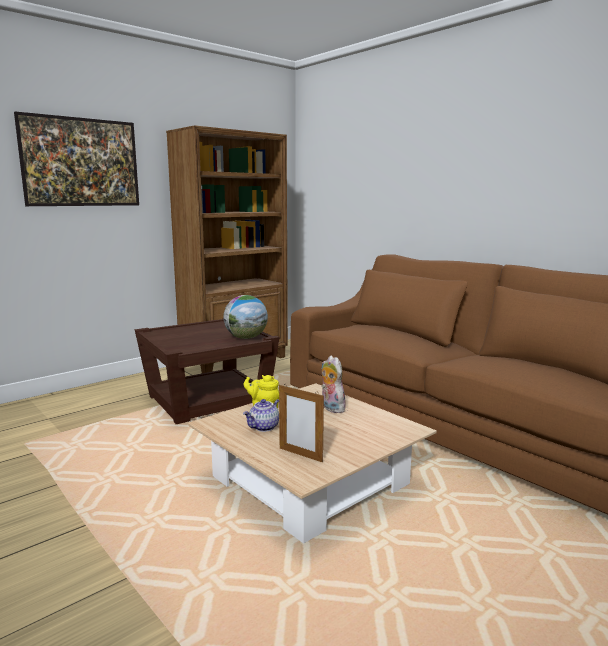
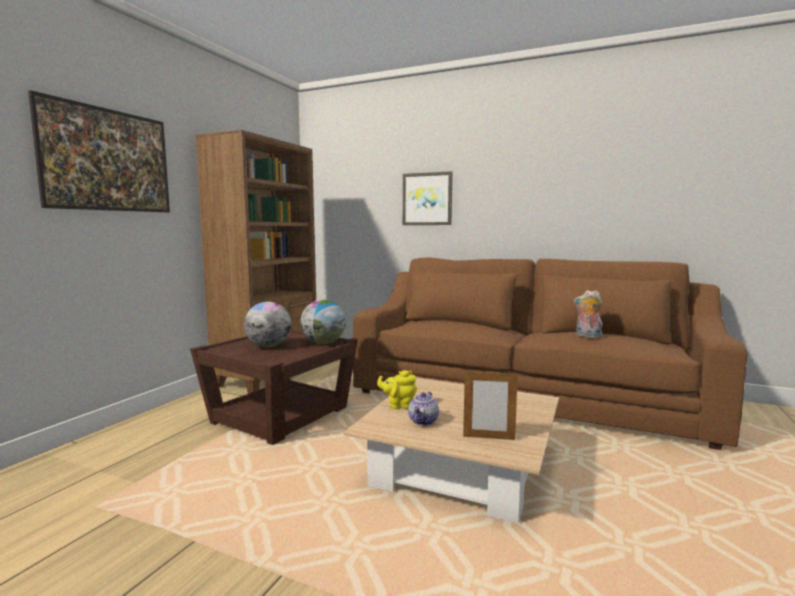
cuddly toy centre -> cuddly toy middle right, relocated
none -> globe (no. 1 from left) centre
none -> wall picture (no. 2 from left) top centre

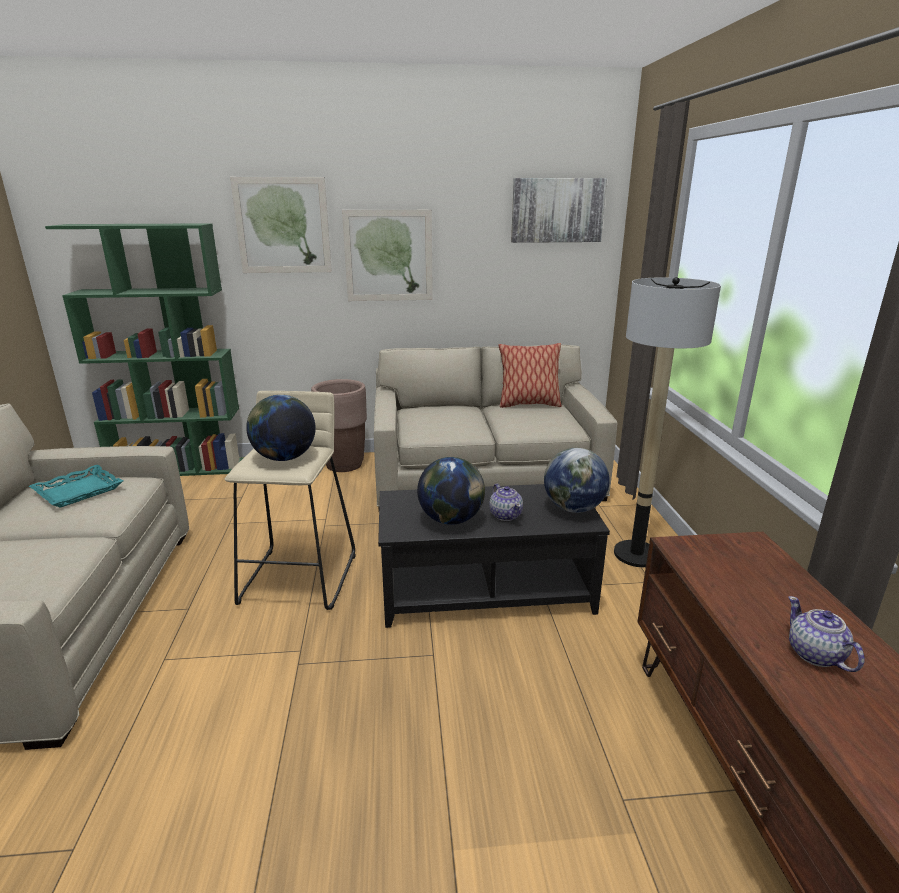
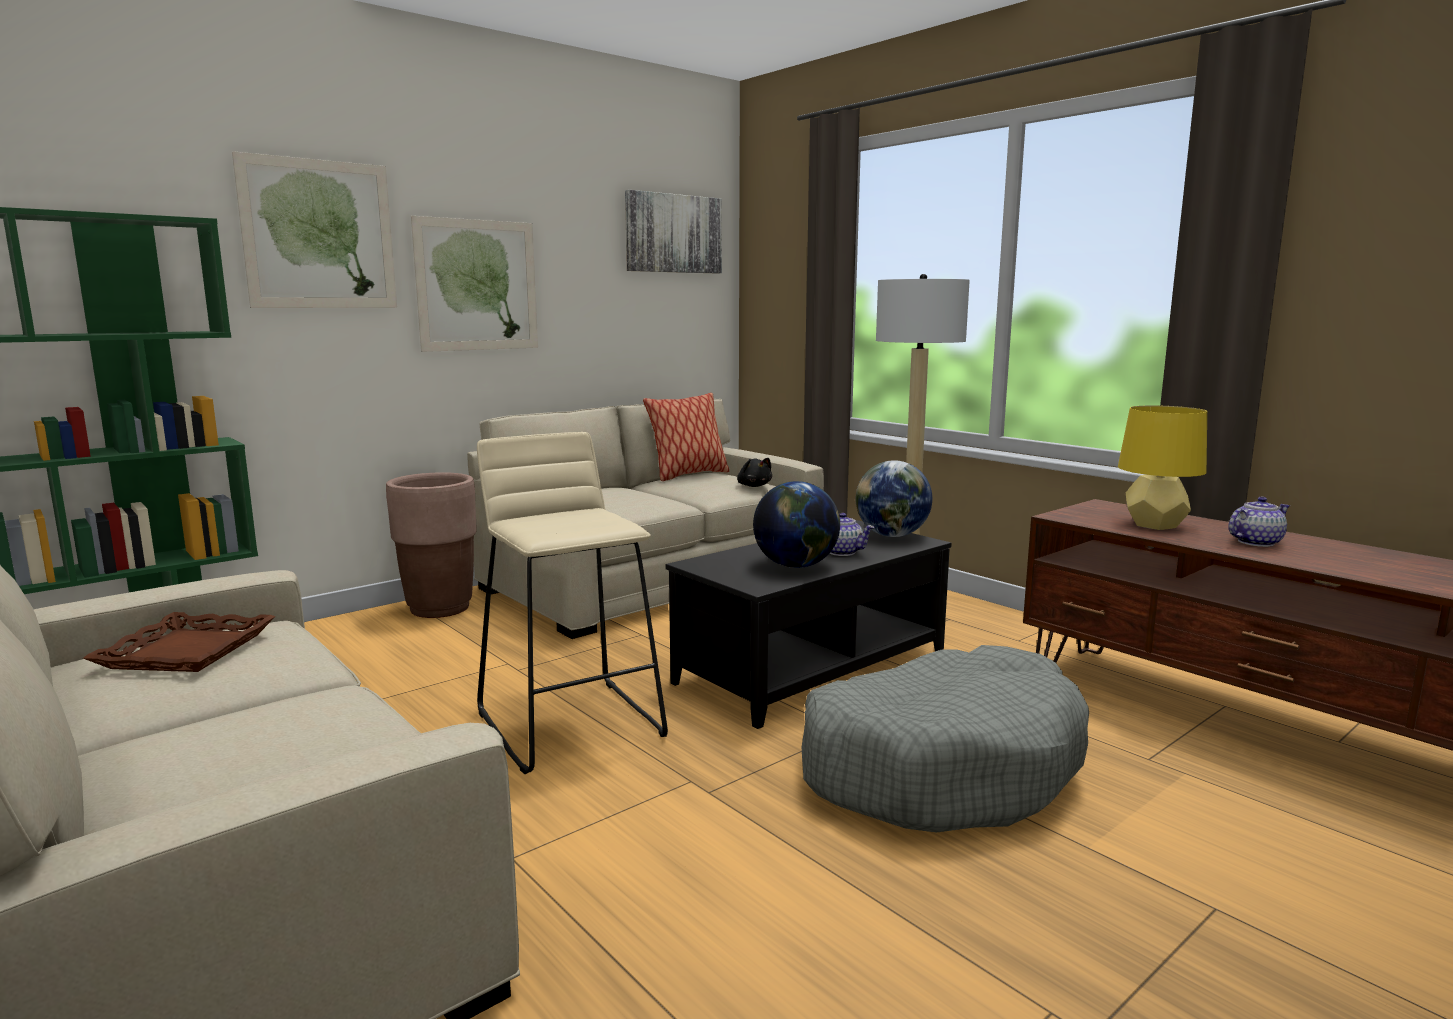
serving tray in blue-green middle left -> serving tray in brown-coloured middle left
globe (no. 1 from left) middle left -> none
pot for tea (no. 2 from left) bottom right -> pot for tea (no. 2 from left) middle right, 120 degrees clockwise
none -> cuddly toy in black centre
none -> dog cushion in grey bottom centre
none -> table lamp in yellowish middle right

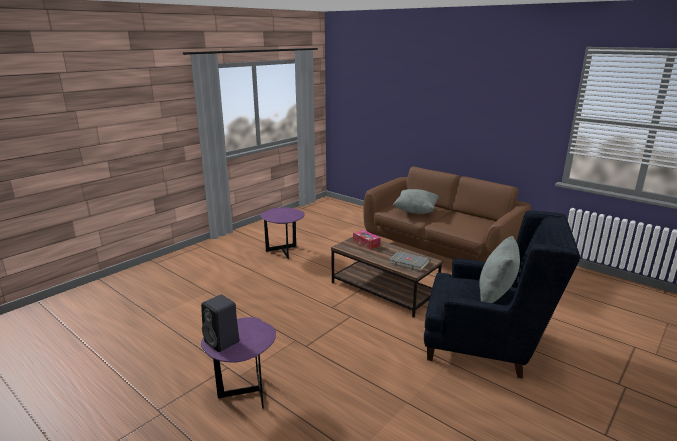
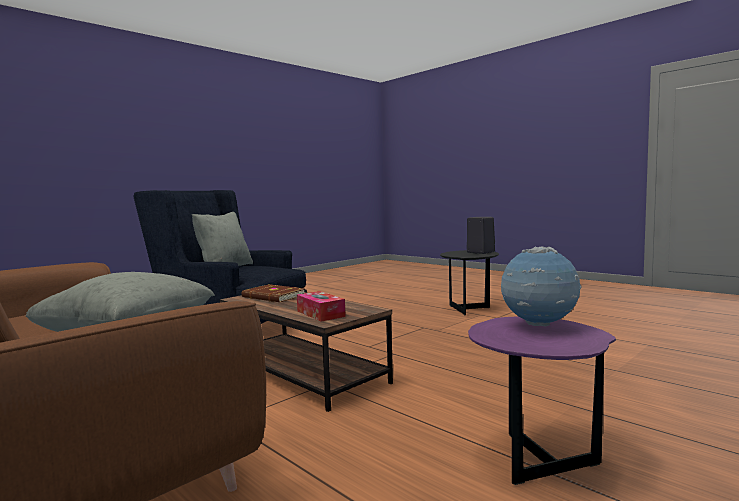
end table in purple (no. 1 from left) bottom centre -> end table in black centre
book in grey centre -> book in brown-coloured centre
none -> globe middle right

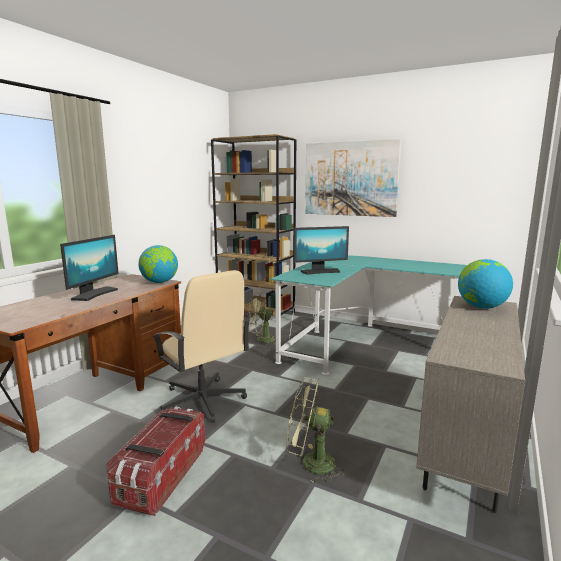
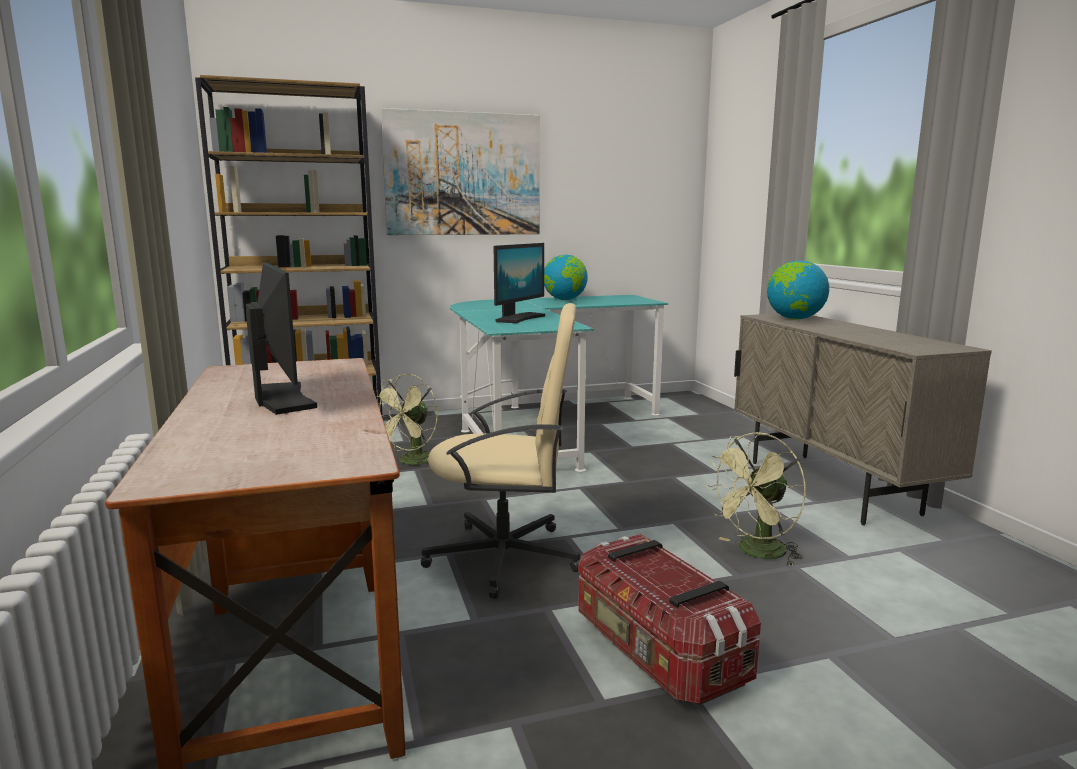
globe (no. 1 from left) middle left -> globe (no. 1 from left) centre, relocated

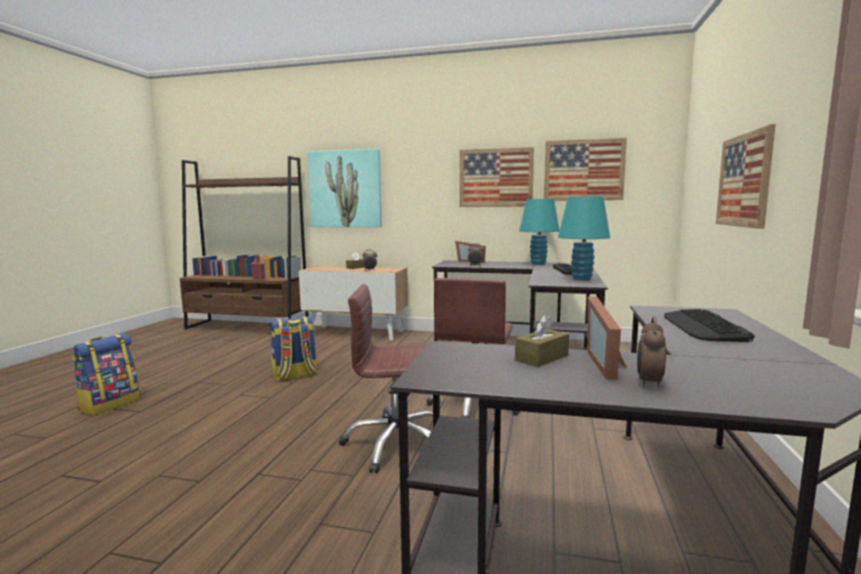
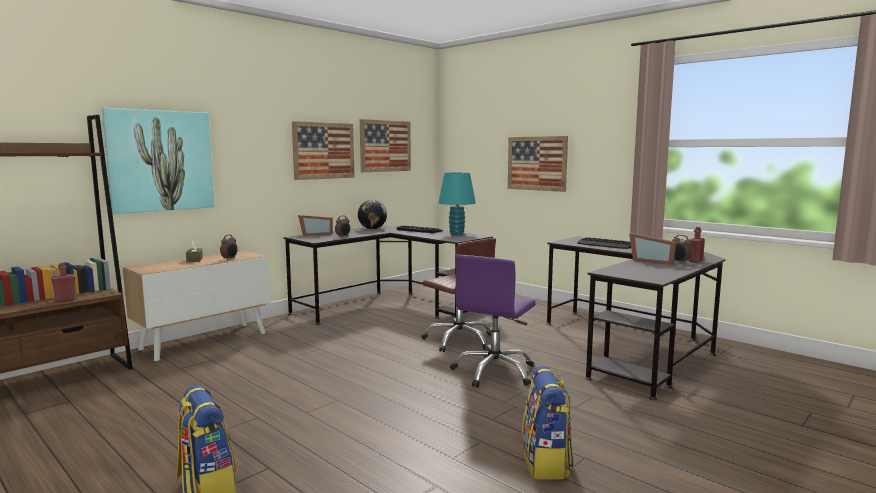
backpack (no. 2 from left) centre -> backpack (no. 2 from left) bottom centre, relocated
computer chair in brown-coloured (no. 1 from left) centre -> computer chair in purple centre
tissue holder in brown-coloured (no. 2 from left) centre -> none
table lamp in blue-green (no. 1 from left) centre -> globe centre
none -> drink bottle in reddish (no. 2 from left) middle right

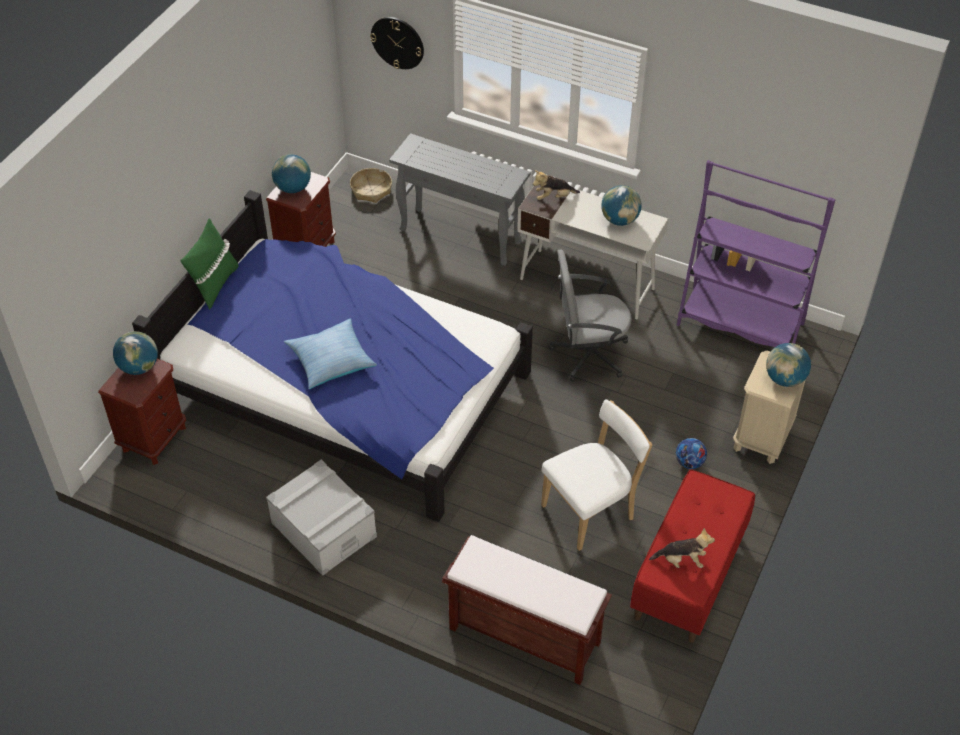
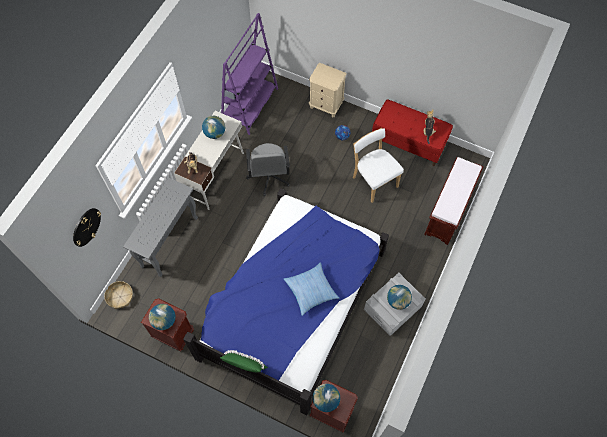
globe (no. 4 from left) middle right -> globe (no. 4 from left) bottom centre, relocated

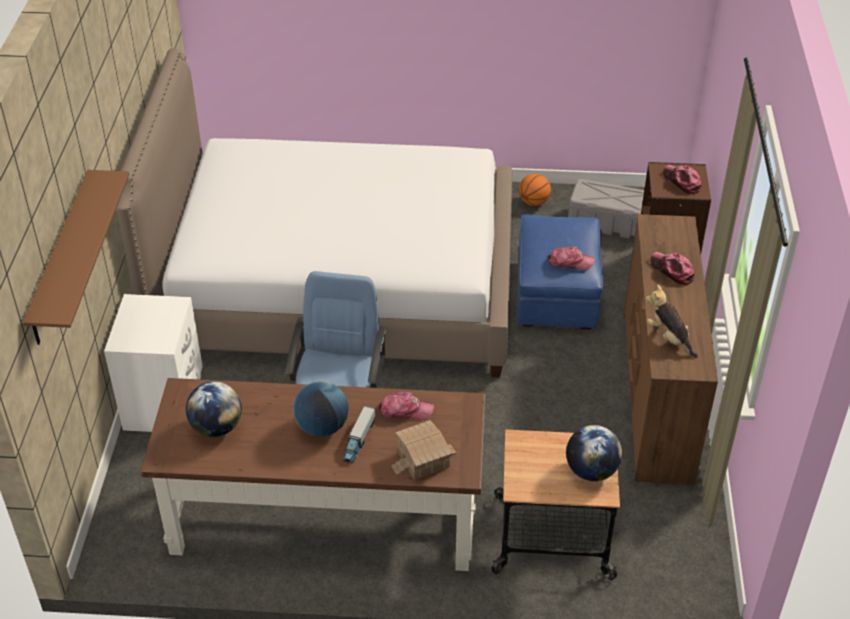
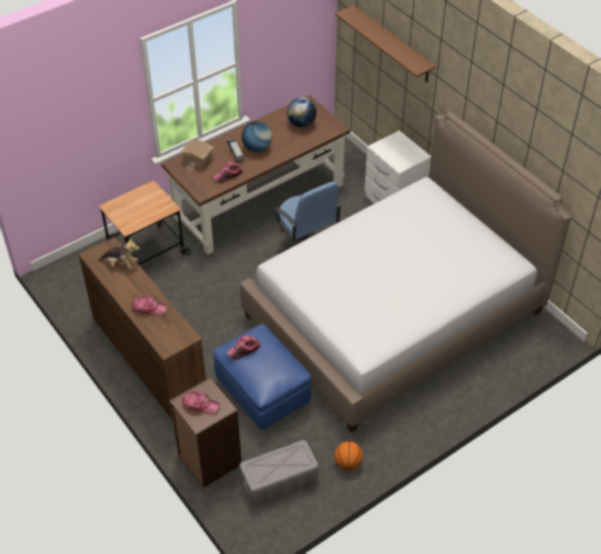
globe (no. 3 from left) bottom right -> none

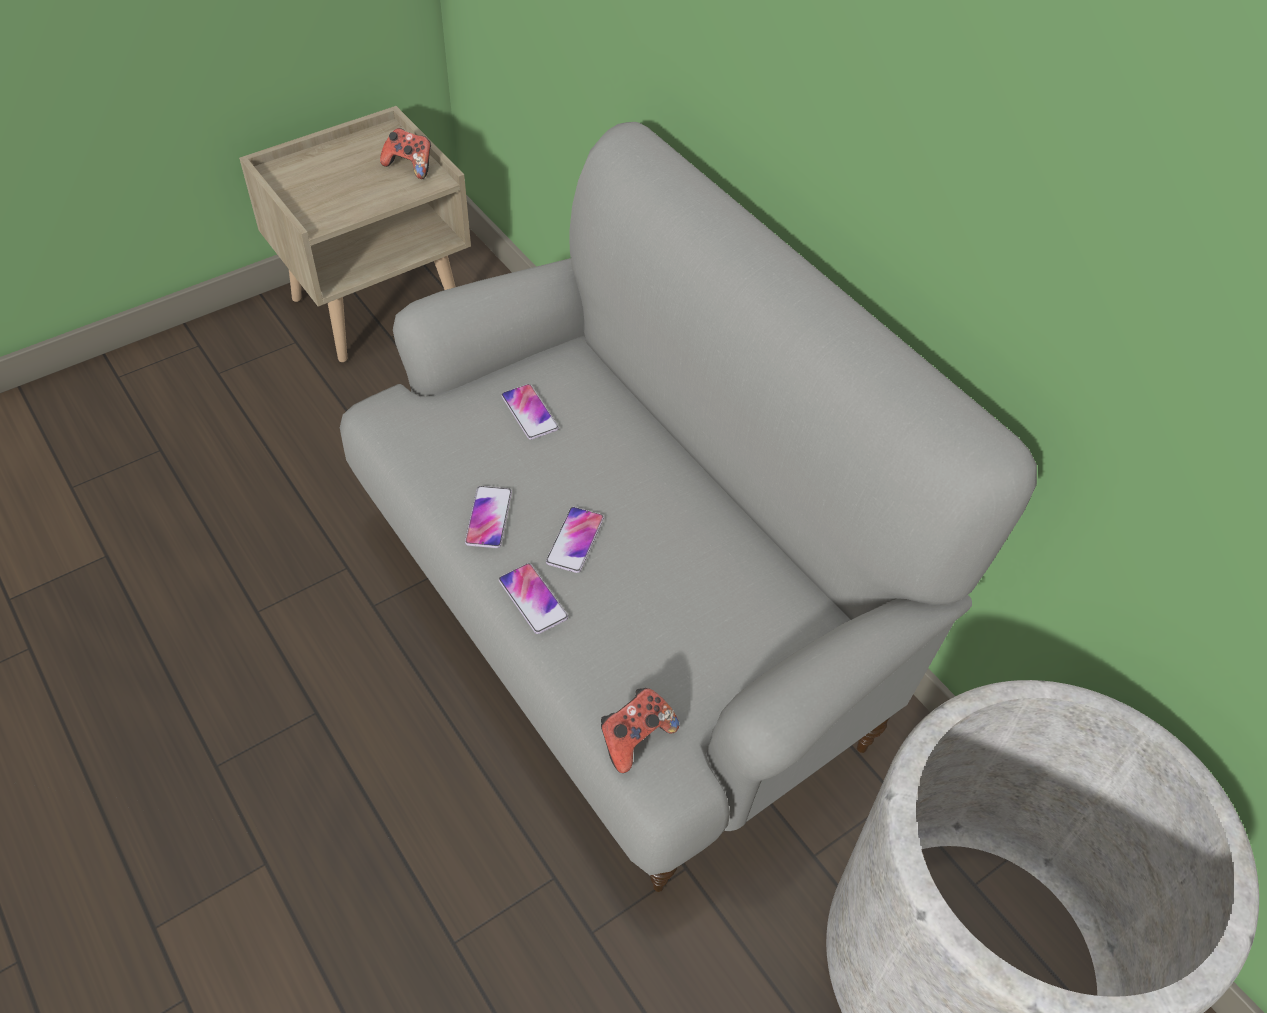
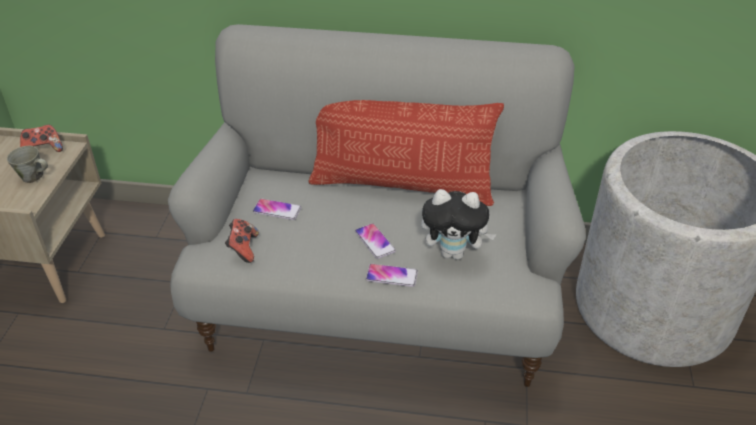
phone (no. 1 from left) centre -> none
game controller (no. 2 from left) bottom centre -> game controller (no. 2 from left) middle left, relocated
none -> mug in grey middle left
none -> pillow centre
none -> cuddly toy centre

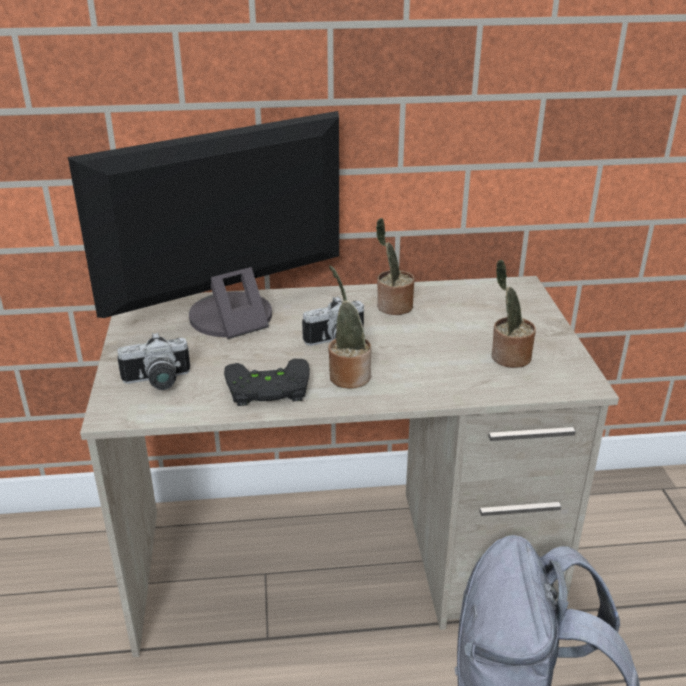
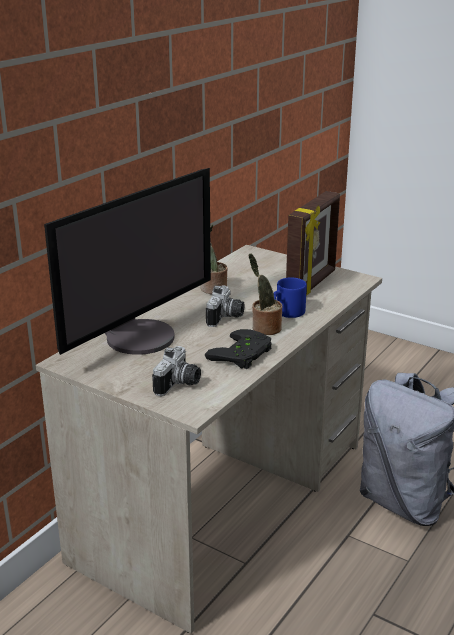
computer display top left -> computer display middle left, 150 degrees counterclockwise
potted plant (no. 3 from left) middle right -> standing frame middle right
none -> mug in bluish centre

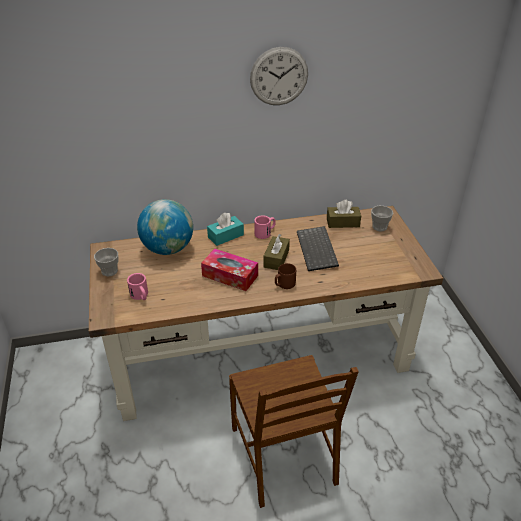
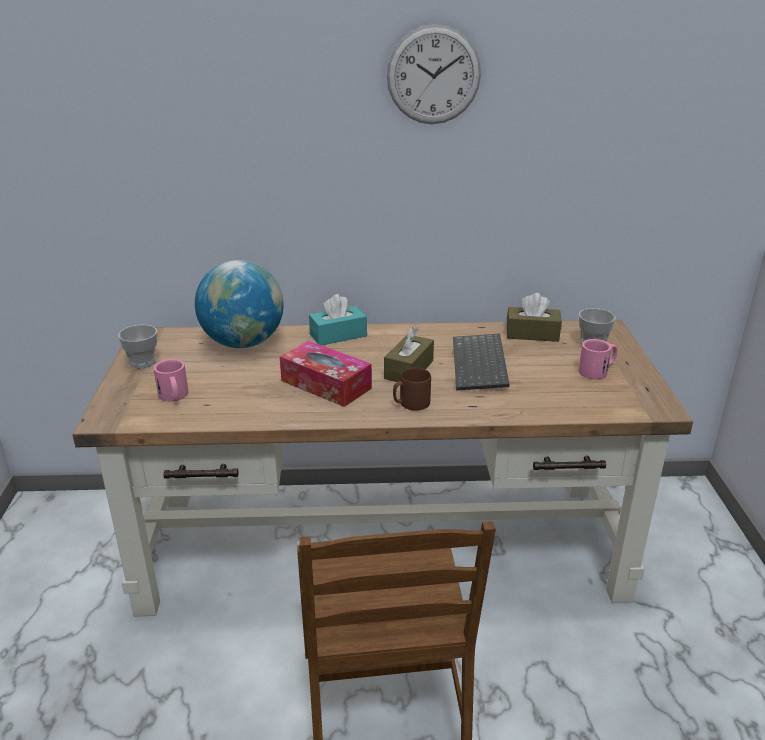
mug in pinkish (no. 2 from left) centre -> mug in pinkish (no. 2 from left) middle right, relocated

